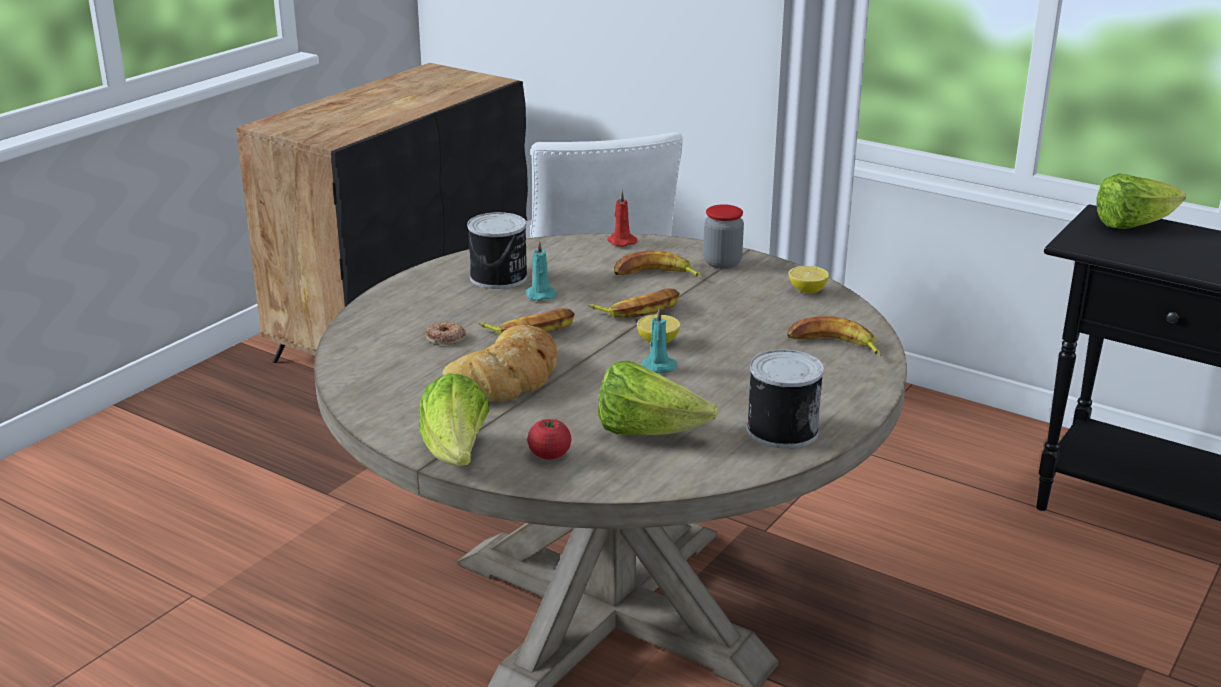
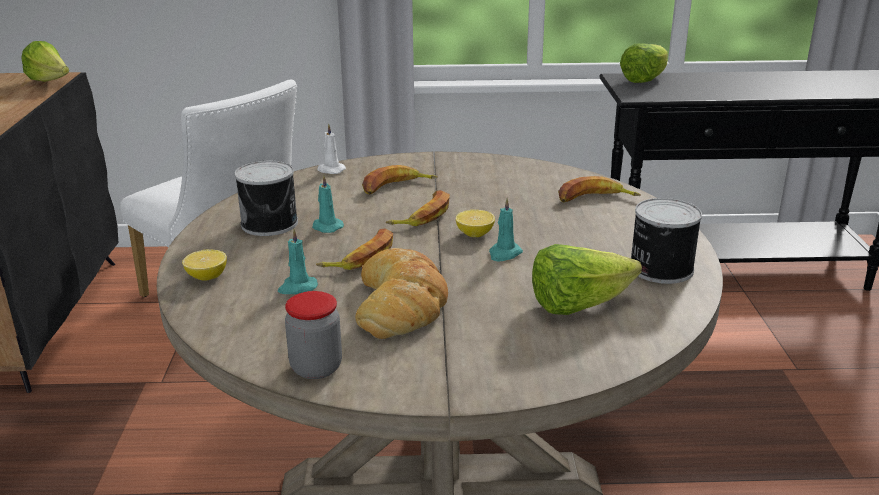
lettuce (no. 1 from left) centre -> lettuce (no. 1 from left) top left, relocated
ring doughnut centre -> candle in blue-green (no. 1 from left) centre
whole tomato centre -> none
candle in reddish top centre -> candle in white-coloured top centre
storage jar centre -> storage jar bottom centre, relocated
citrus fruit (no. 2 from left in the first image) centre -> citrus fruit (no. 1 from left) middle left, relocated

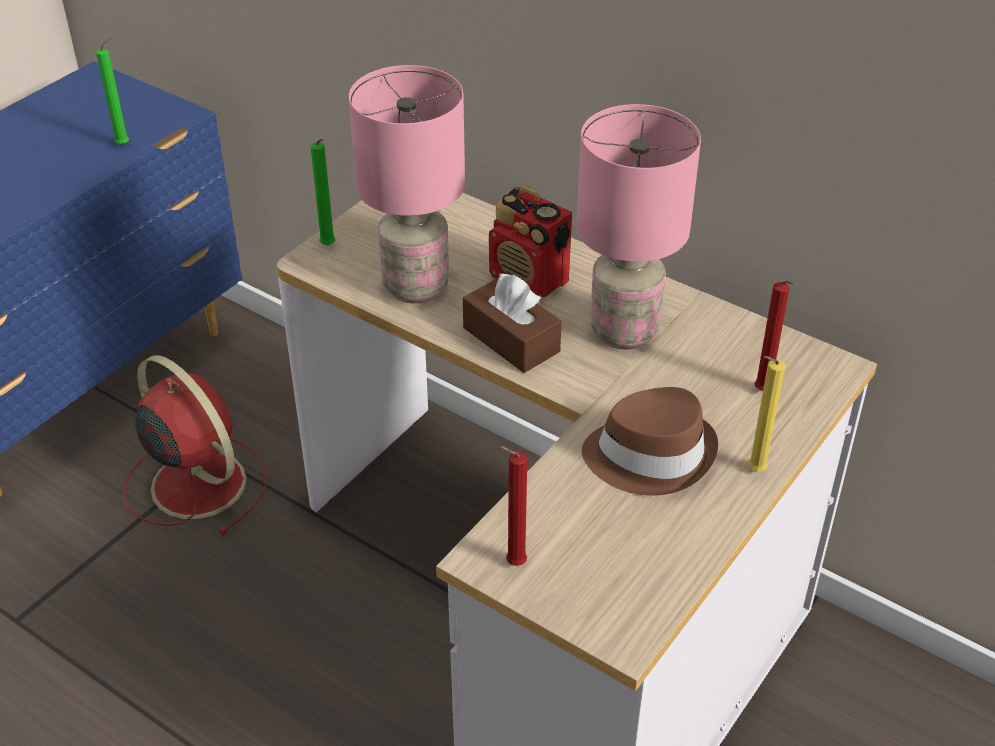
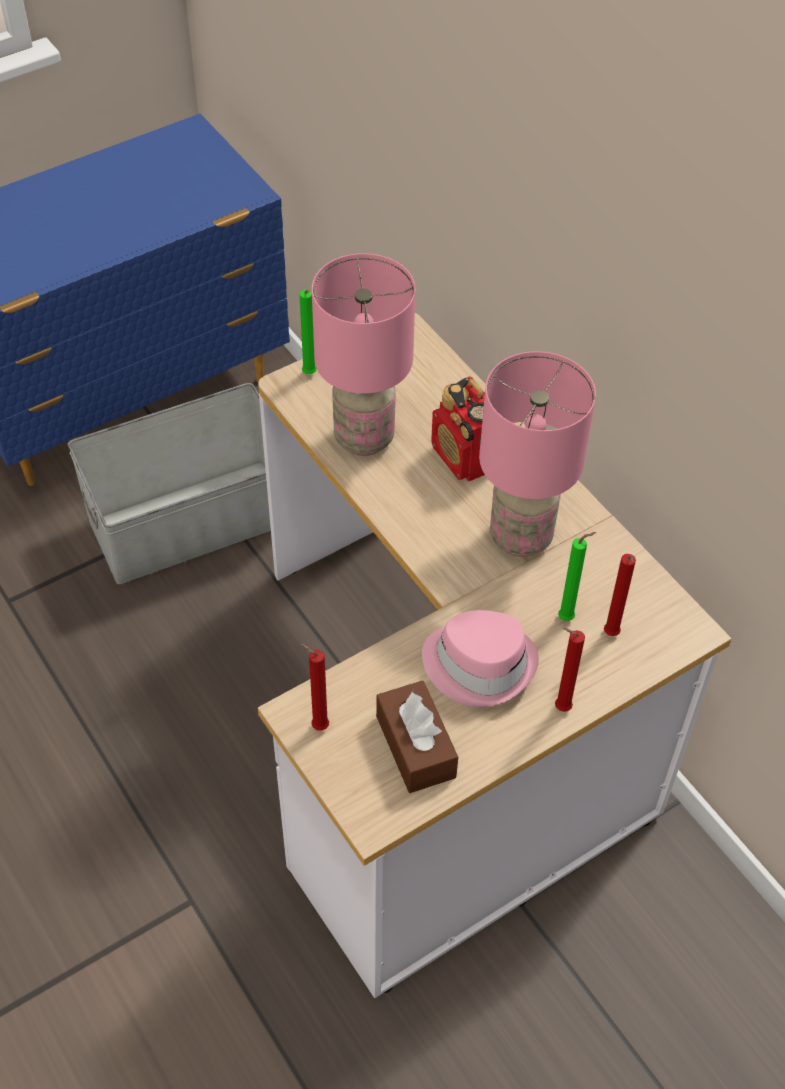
candle in green-coloured (no. 1 from left in the first image) top left -> candle in green-coloured (no. 2 from left) middle right, relocated
electric fan in reddish middle left -> storage container in grey middle left
tissue holder in brown-coloured centre -> tissue holder in brown-coloured bottom centre, relocated
wearable hat in brown-coloured centre -> wearable hat in pinkish centre
candle in yellowish middle right -> candle in reddish (no. 2 from left) middle right

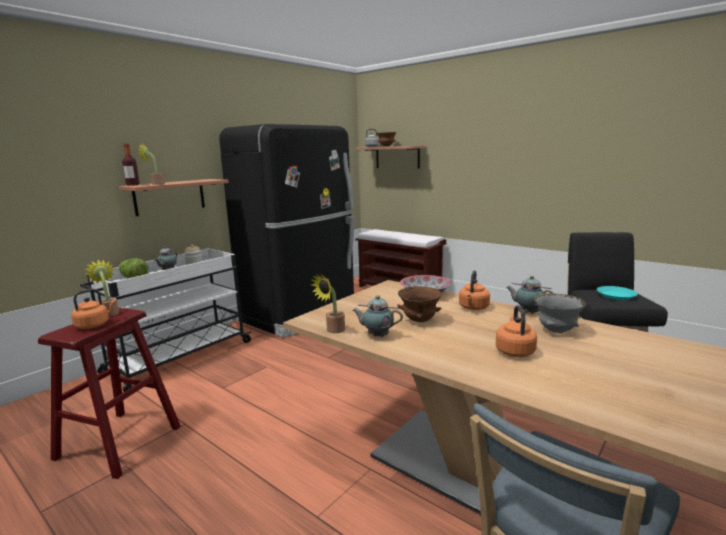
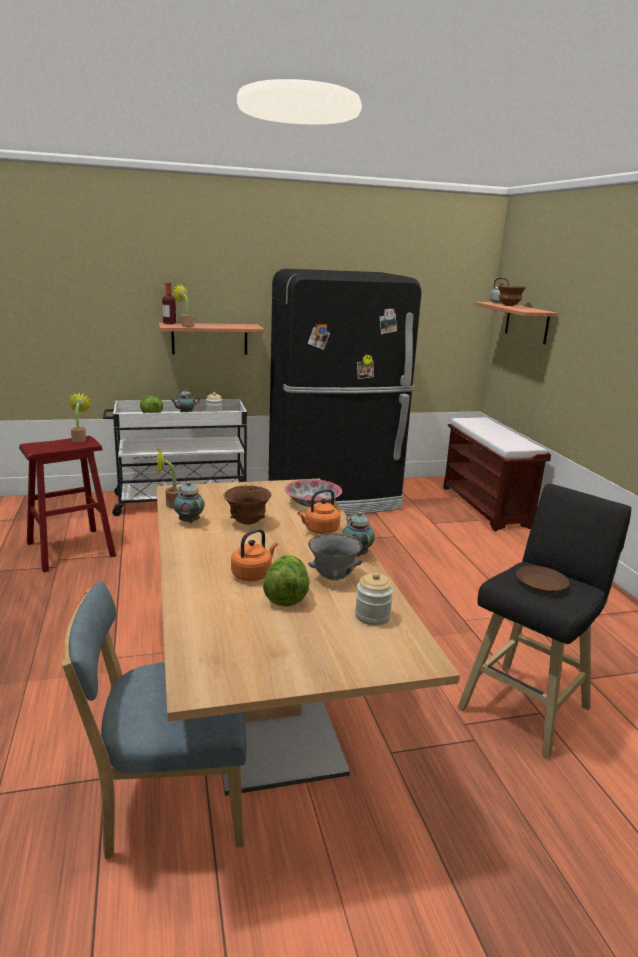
water kettle in orange-coloured (no. 1 from left) middle left -> none
flat dish in blue-green middle right -> flat dish in brown-coloured middle right
none -> lettuce (no. 2 from left) centre
none -> storage jar (no. 2 from left) centre

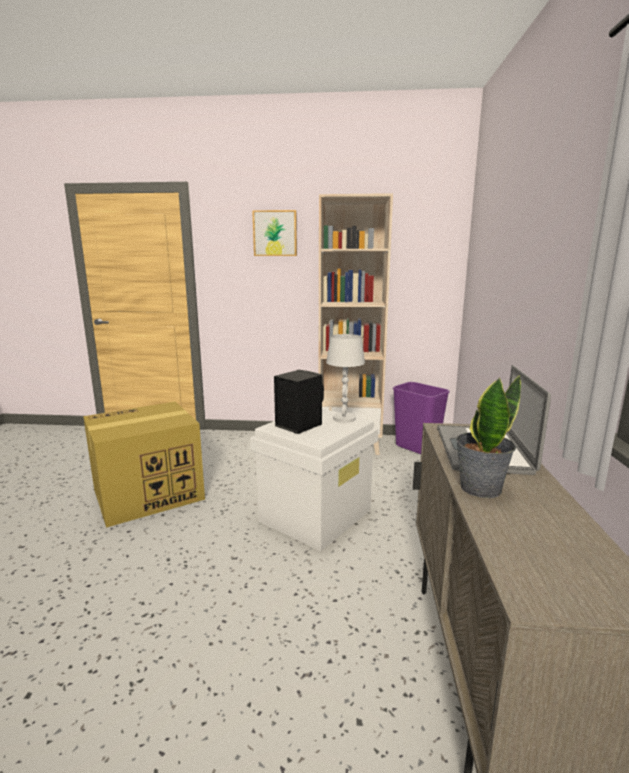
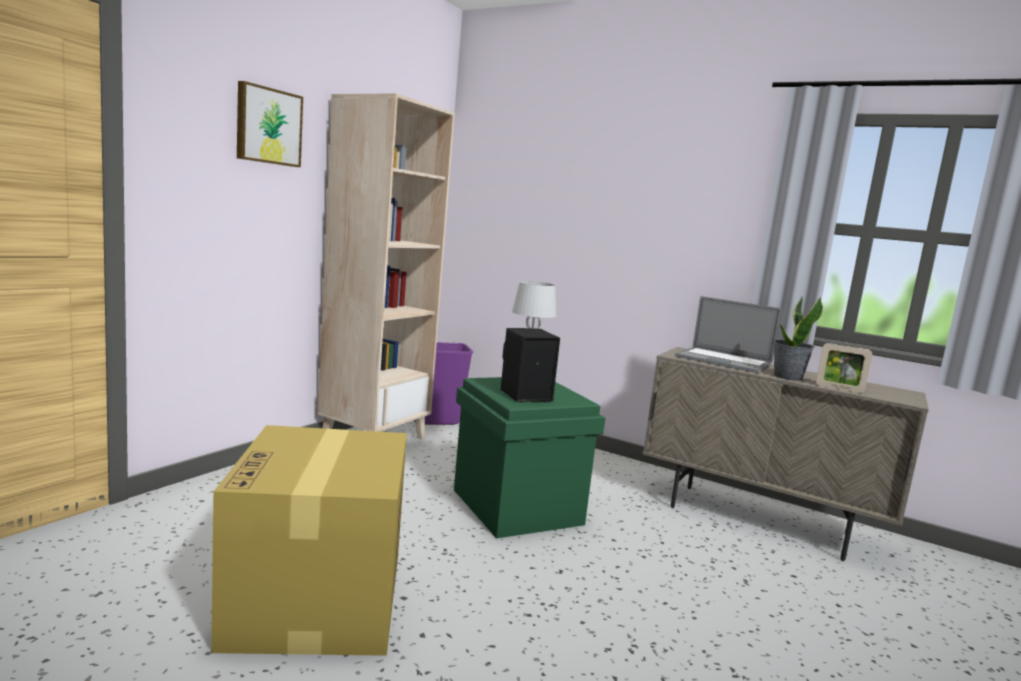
storage container in white-coloured centre -> storage container in green-coloured bottom centre
none -> standing frame middle right

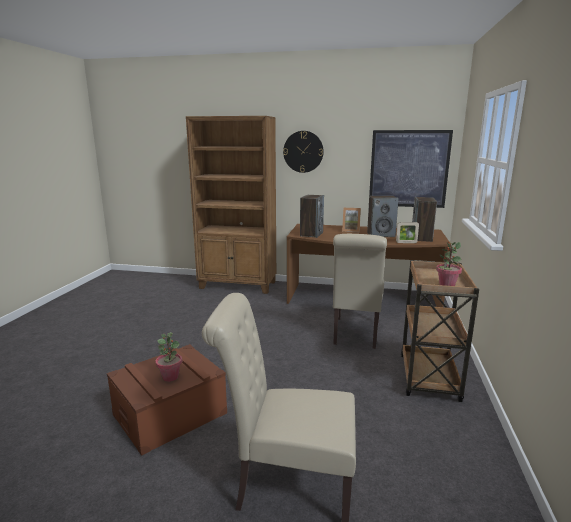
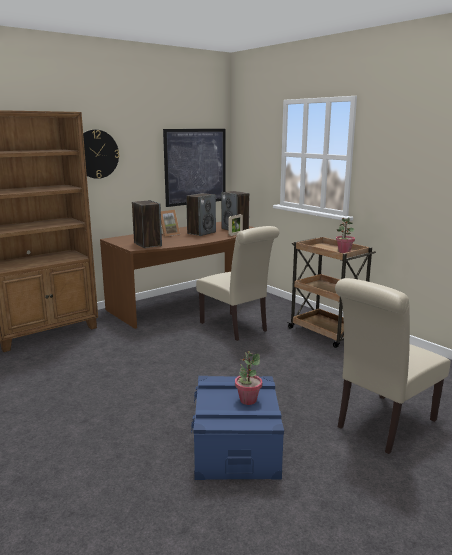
storage container in brown-coloured bottom left -> storage container in bluish bottom centre

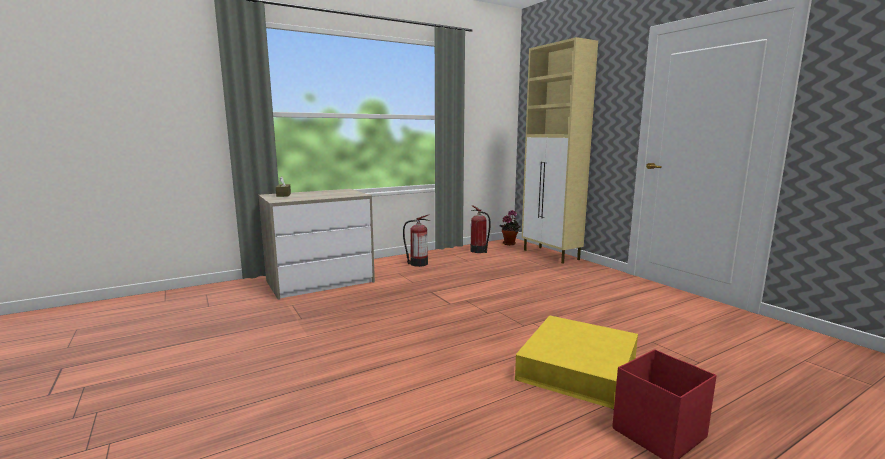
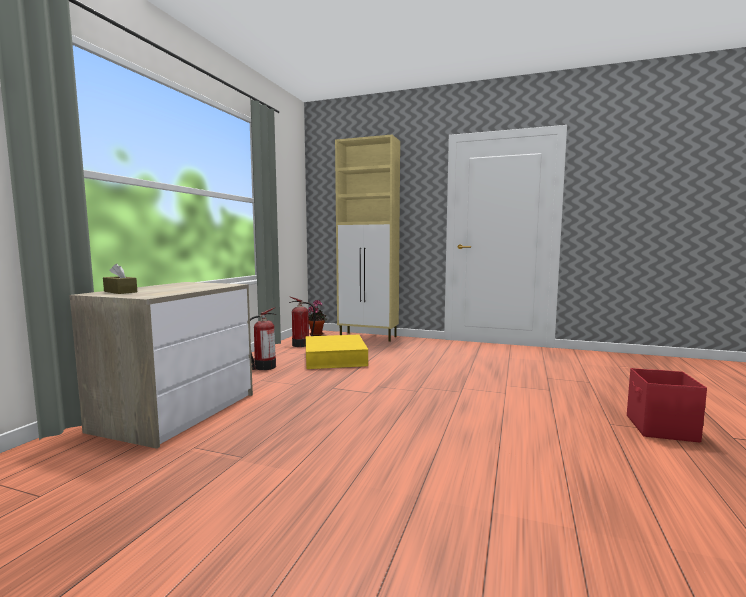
storage container in yellowish bottom centre -> storage container in yellowish centre, relocated

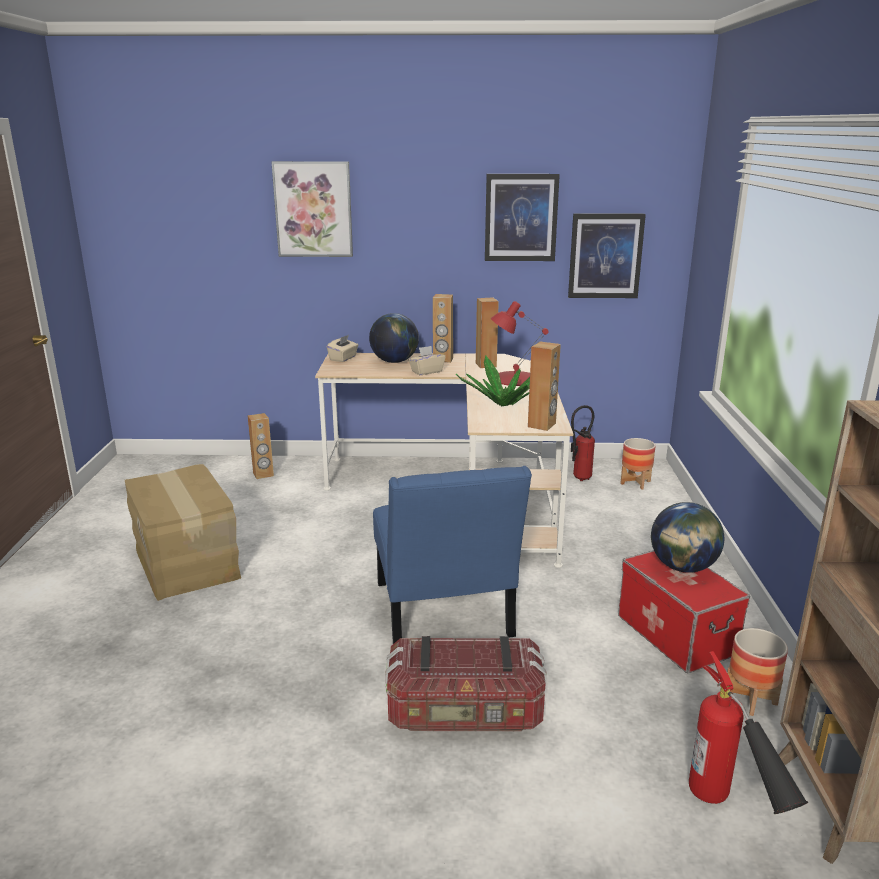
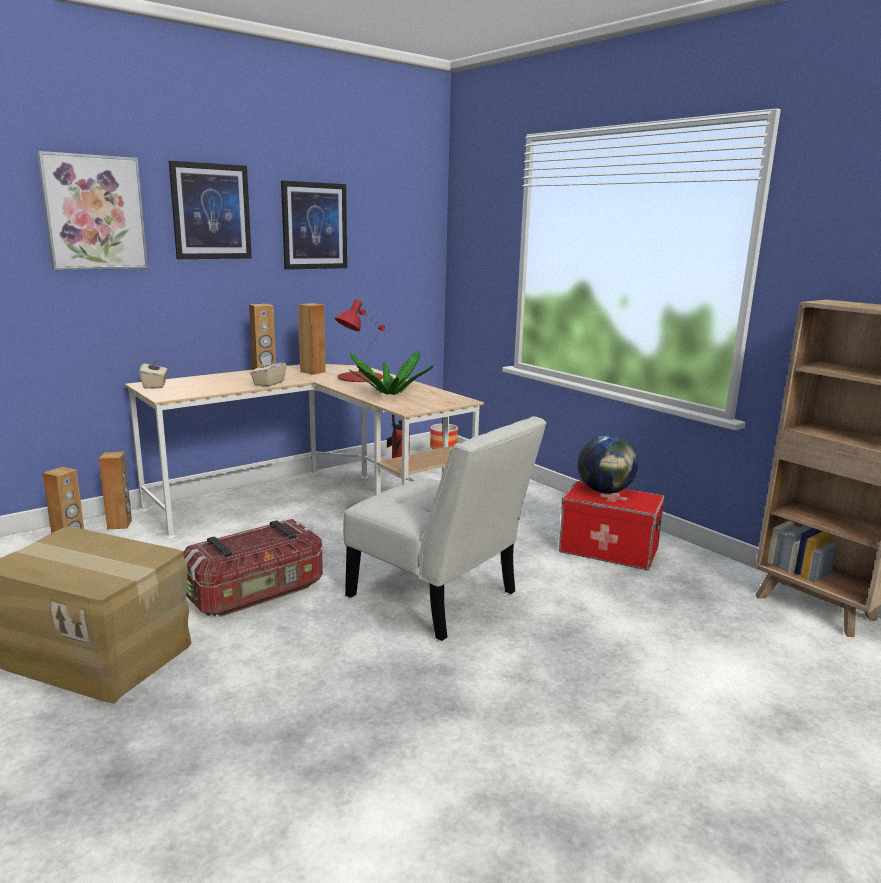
globe (no. 1 from left) centre -> none
plain chair in bluish centre -> plain chair in white-coloured centre
storage container (no. 1 from left) bottom centre -> storage container (no. 1 from left) middle left, relocated
audio speaker in brown-coloured (no. 4 from left in the first image) centre -> audio speaker in brown-coloured (no. 2 from left) middle left, relocated
wall picture (no. 3 from left in the first image) top right -> wall picture (no. 2 from left) top left, relocated
fire extinguisher (no. 2 from left) bottom right -> none
flower pot (no. 2 from left) bottom right -> none

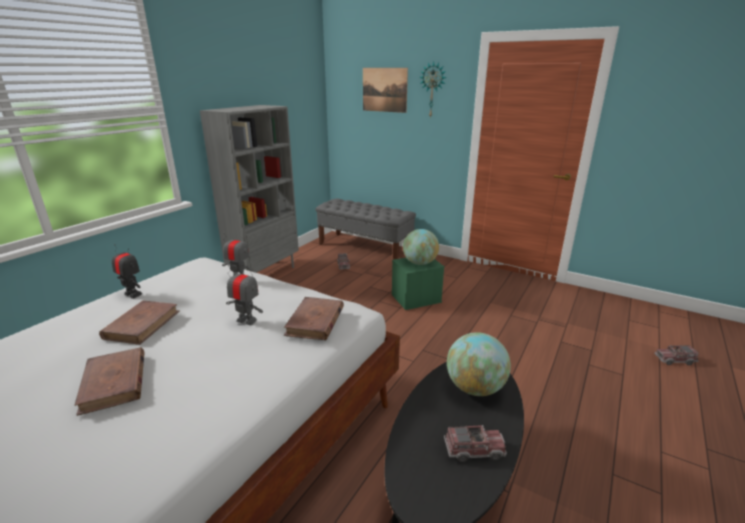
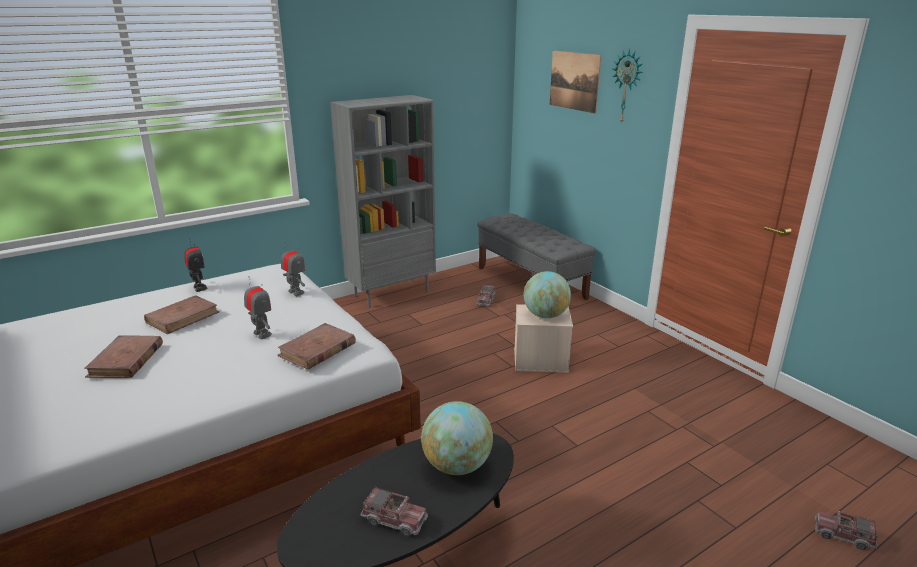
storage container in green-coloured centre -> storage container in beige-coloured centre

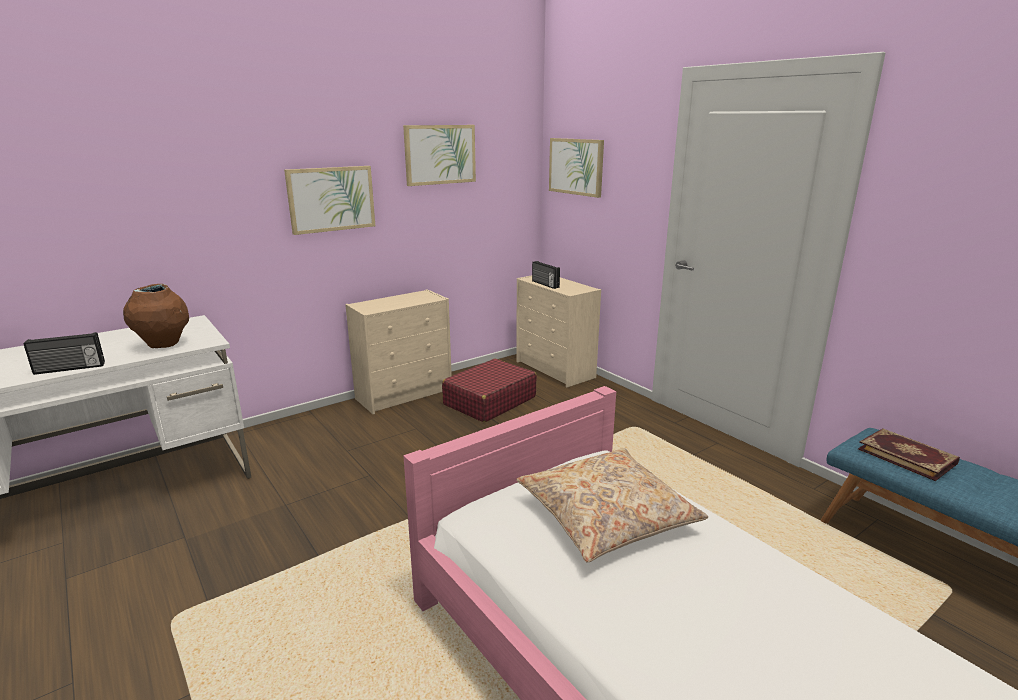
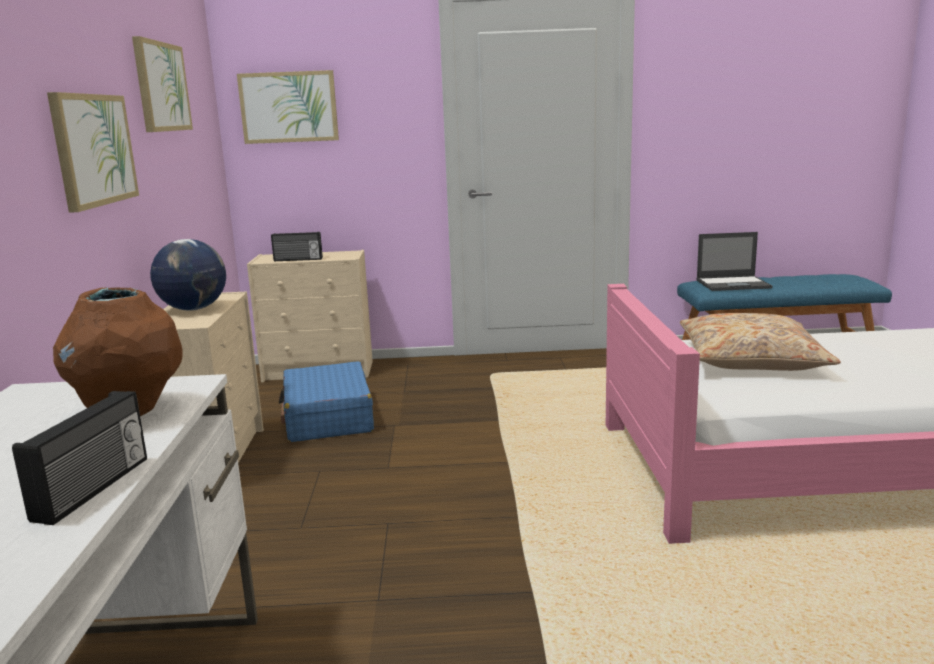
travel case in reddish centre -> travel case in bluish centre
book middle right -> notebook computer middle right
none -> globe middle left

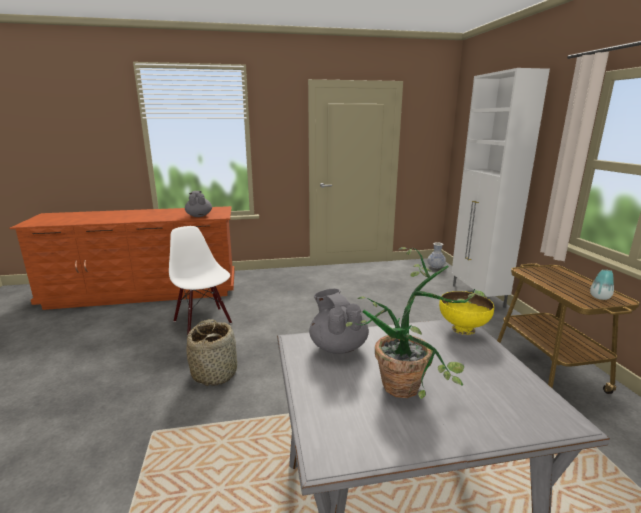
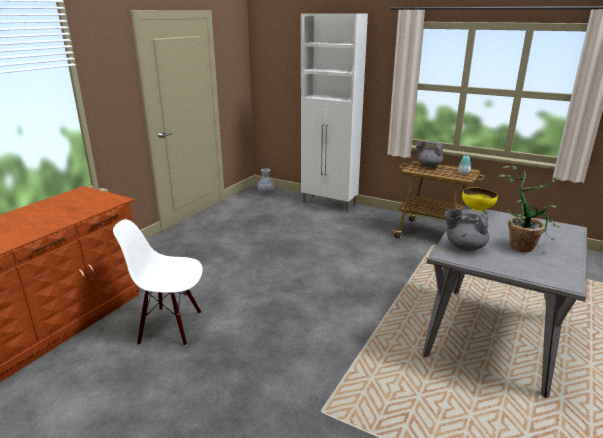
pot for tea in grey (no. 1 from left) middle left -> pot for tea in grey (no. 1 from left) middle right, relocated
basket bottom left -> none

